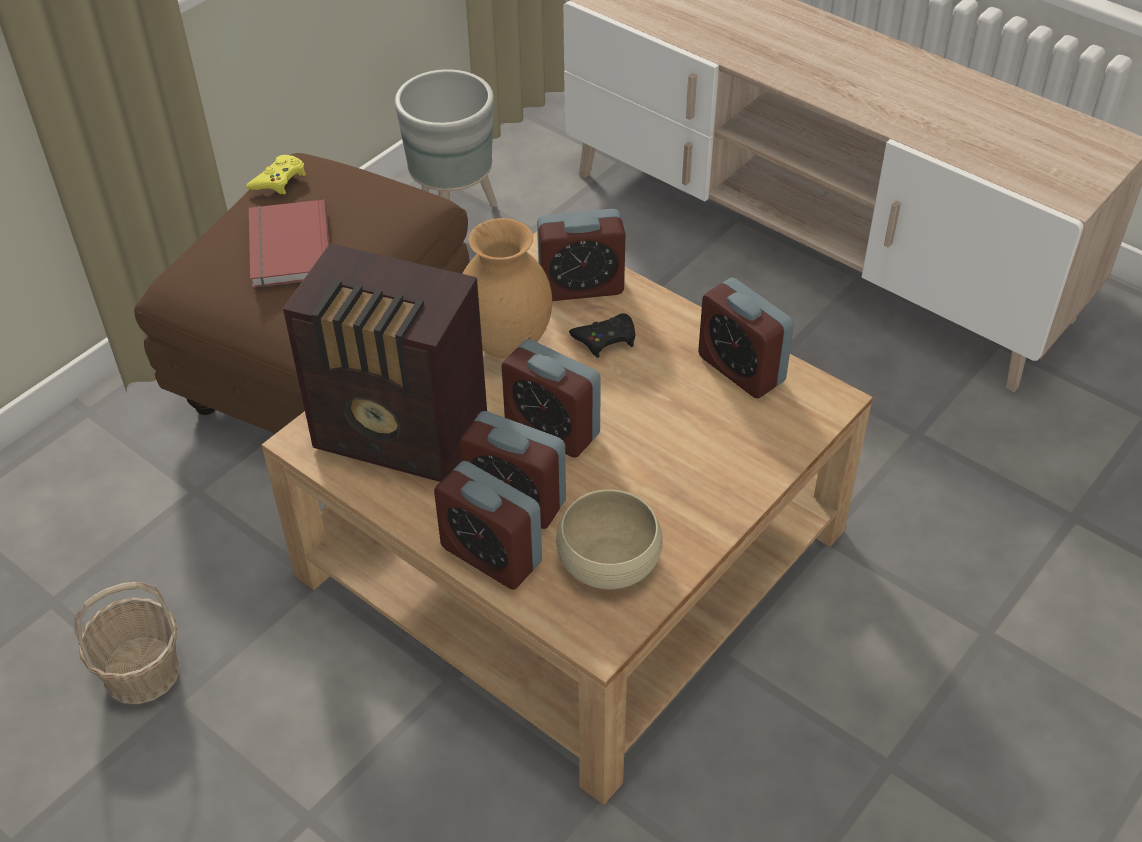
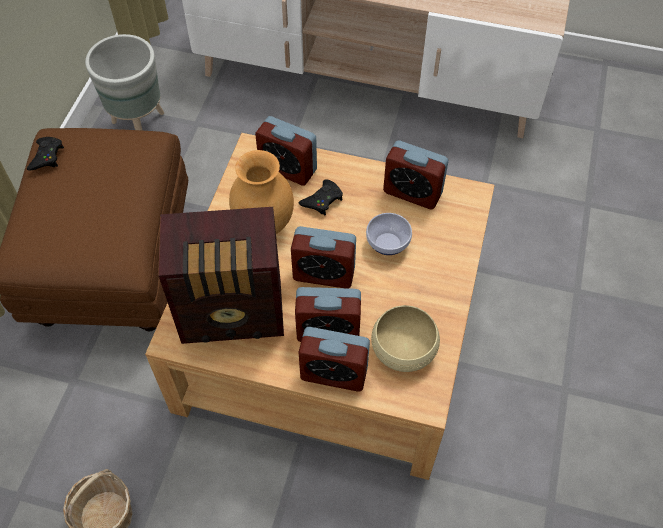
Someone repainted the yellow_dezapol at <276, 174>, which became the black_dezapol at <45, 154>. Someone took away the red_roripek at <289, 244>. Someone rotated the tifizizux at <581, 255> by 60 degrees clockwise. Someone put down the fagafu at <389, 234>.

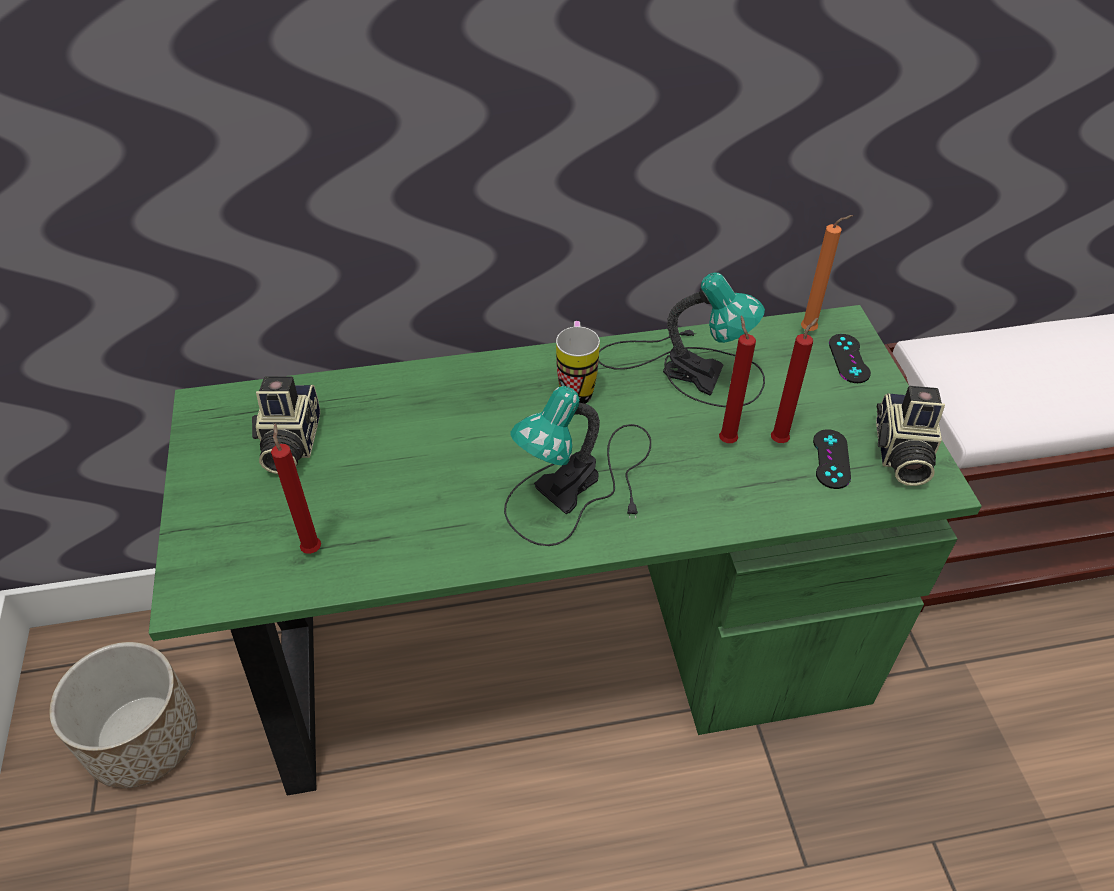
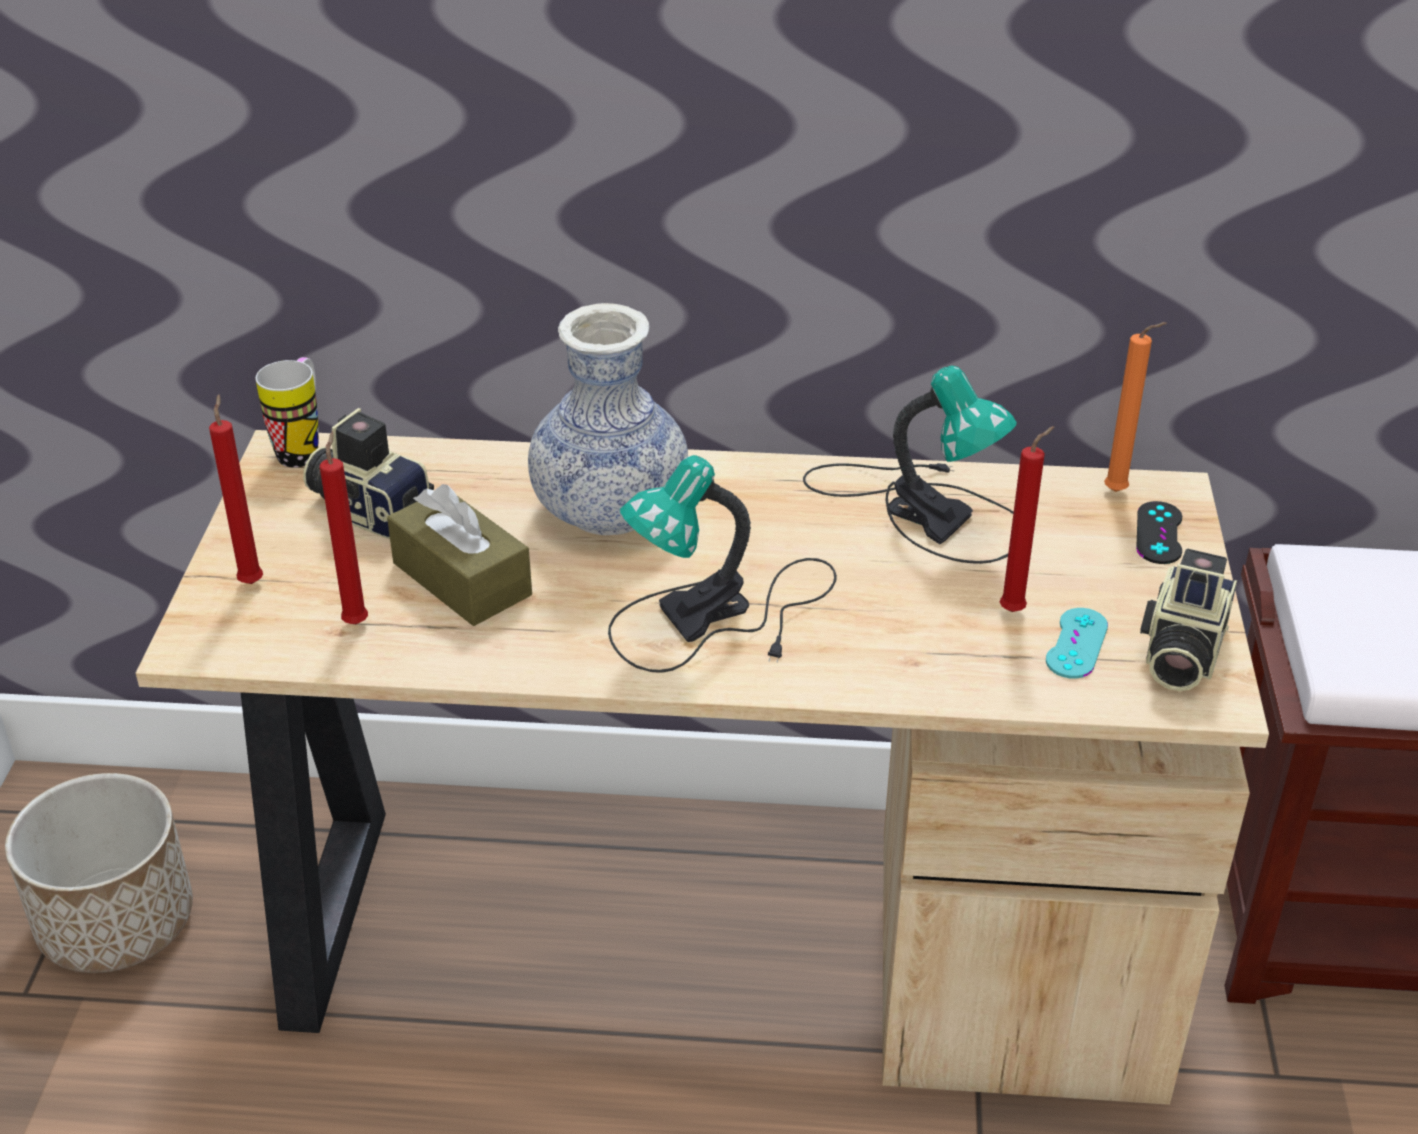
Someone repainted the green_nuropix at <565, 550>, which became the beige_nuropix at <702, 767>. Someone carried the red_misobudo from <737, 379> to <236, 489>. Someone carried the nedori from <578, 362> to <287, 412>. Someone rotated the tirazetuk at <286, 425> by 105 degrees clockwise. Someone repainted the black_dezapol at <832, 459>, which became the turquoise_dezapol at <1077, 643>. Someone put down the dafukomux at <608, 419>. Someone put down the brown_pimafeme at <459, 555>.

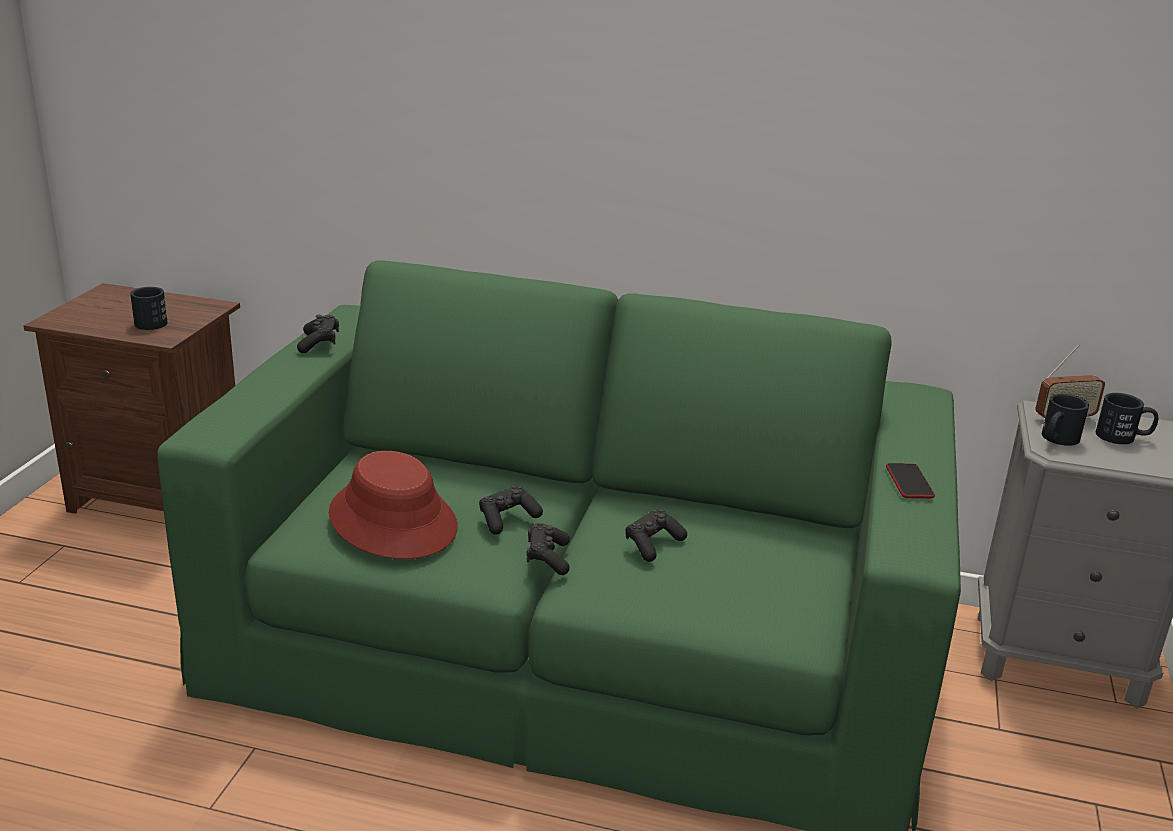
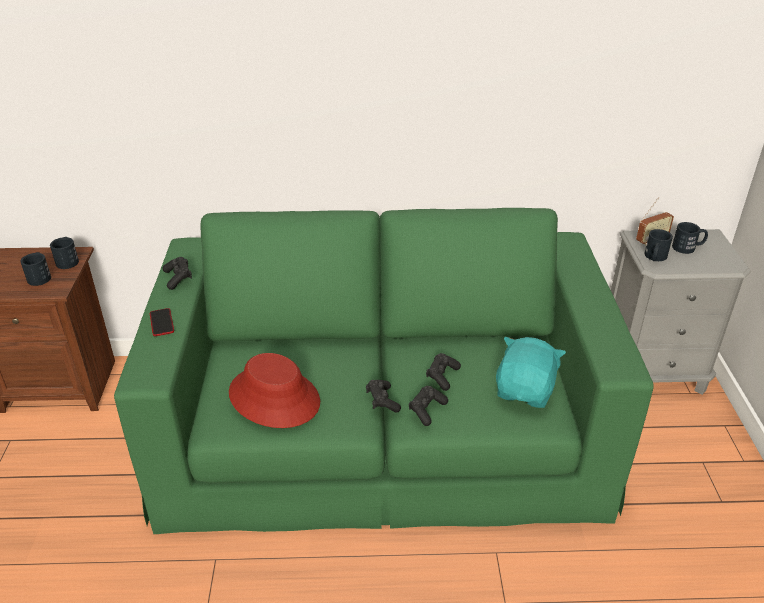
Someone carried the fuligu from <910, 480> to <162, 322>. Someone carried the black_dezapol from <511, 510> to <428, 406>. Someone put down the black_nedori at <64, 253>. Someone put down the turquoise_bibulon at <531, 372>.

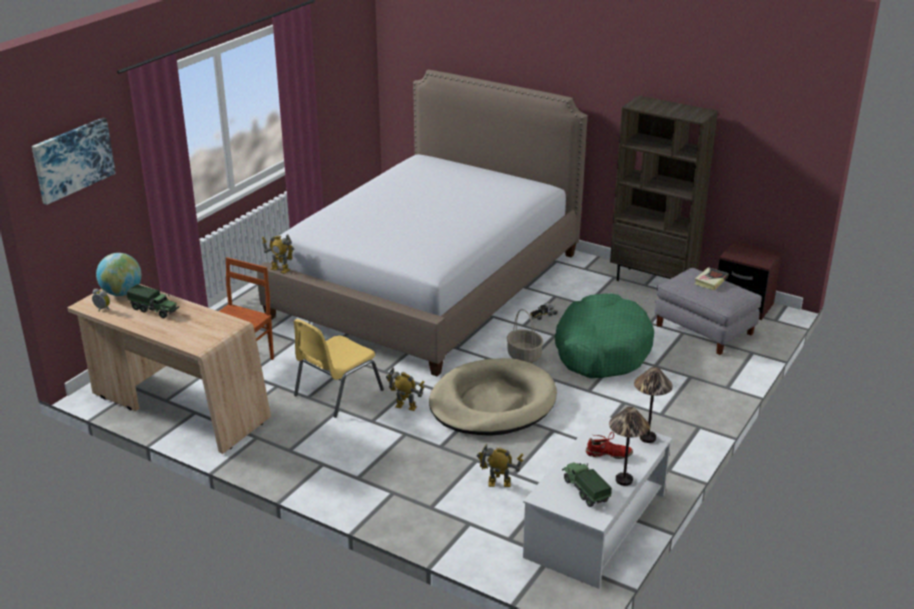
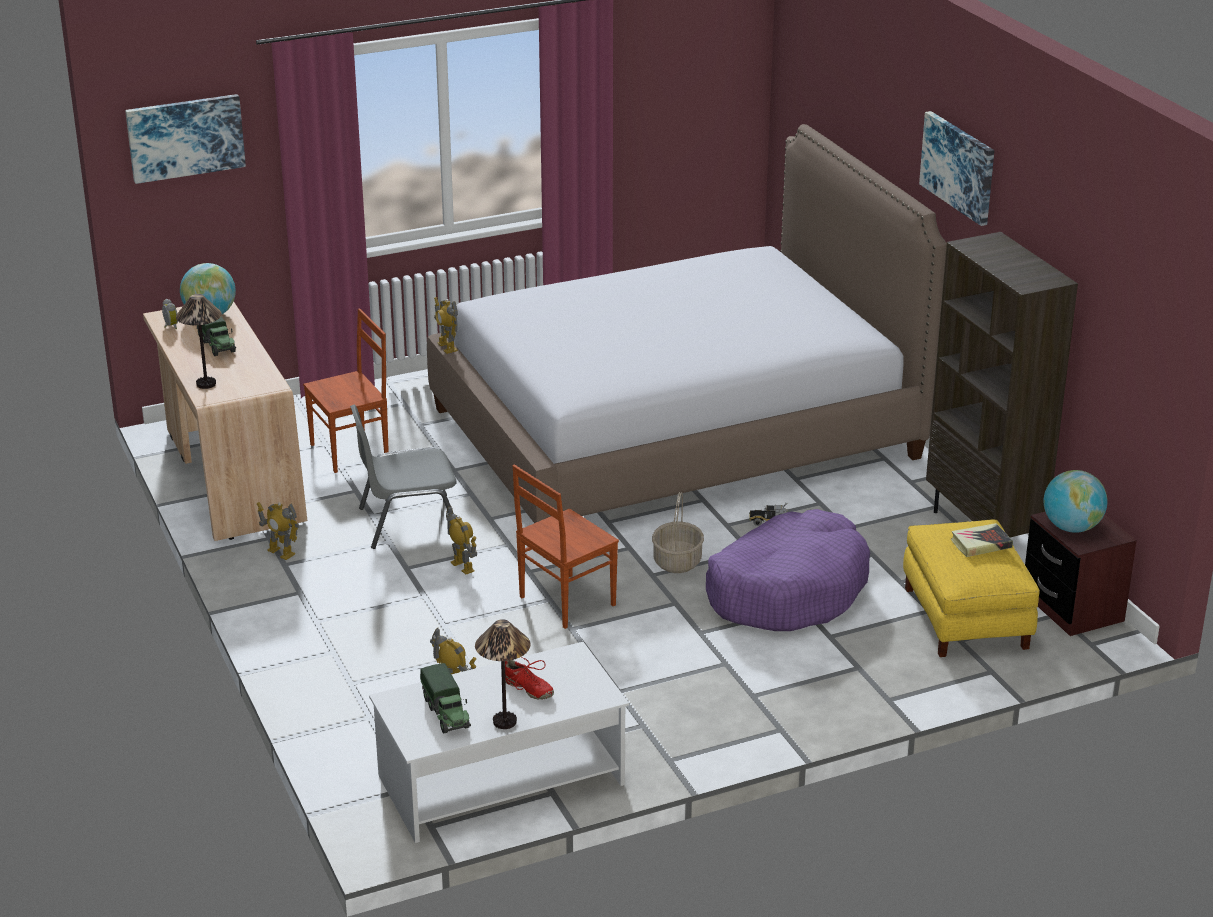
Someone repainted the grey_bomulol at <708, 311>, which became the yellow_bomulol at <971, 588>. Someone repainted the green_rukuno at <604, 335>, which became the purple_rukuno at <788, 570>. Someone repainted the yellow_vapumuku at <338, 368>, which became the grey_vapumuku at <403, 477>. Someone swapped the beige_rukuno at <493, 397> for the brown_vapumuku at <565, 547>. Someone carried the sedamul from <653, 405> to <199, 341>. Someone rotated the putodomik at <587, 485> by 150 degrees clockwise. Someone put up the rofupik at <956, 168>. Someone put down the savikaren at <1075, 501>. Someone put down the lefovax at <278, 531>.

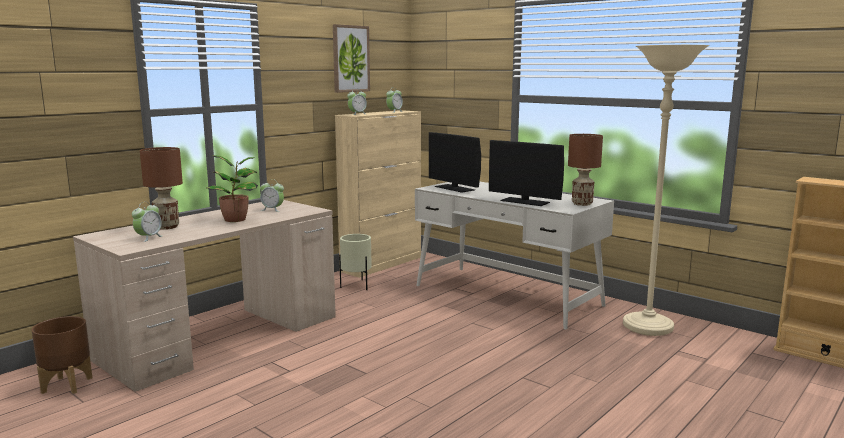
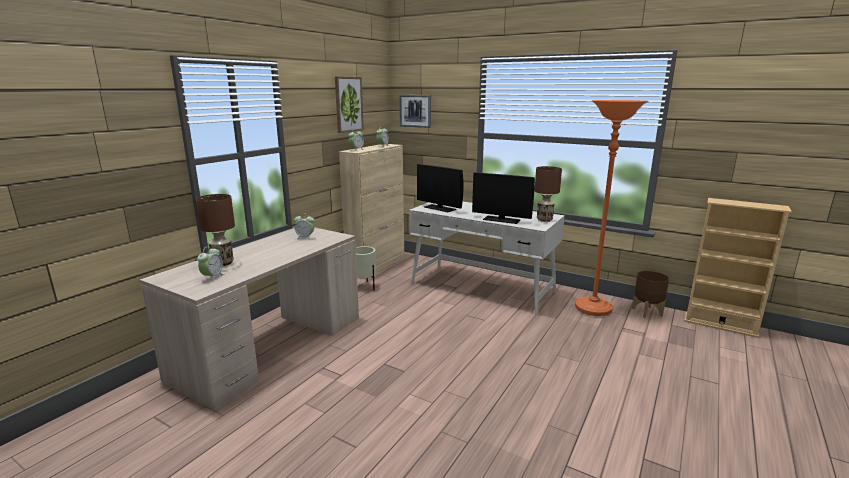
Someone repainted the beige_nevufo at <666, 190>, which became the orange_nevufo at <611, 208>. Someone took away the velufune at <232, 188>. Someone carried the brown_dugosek from <62, 355> to <650, 294>. Someone put up the rofupik at <415, 111>.

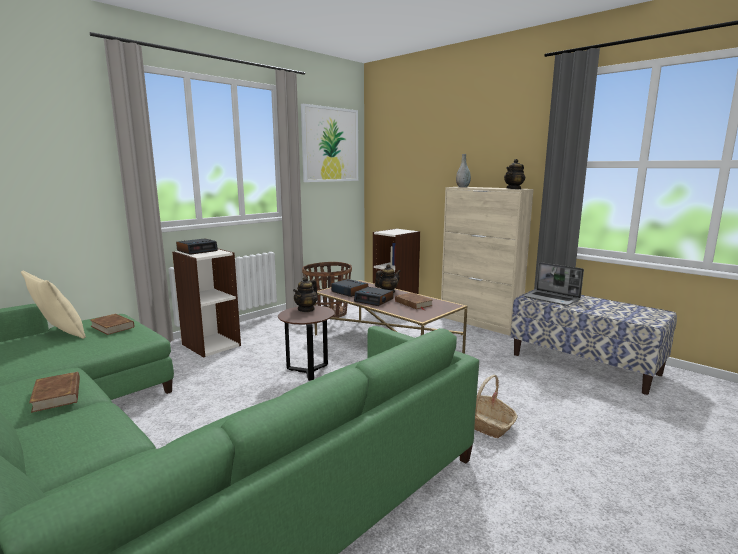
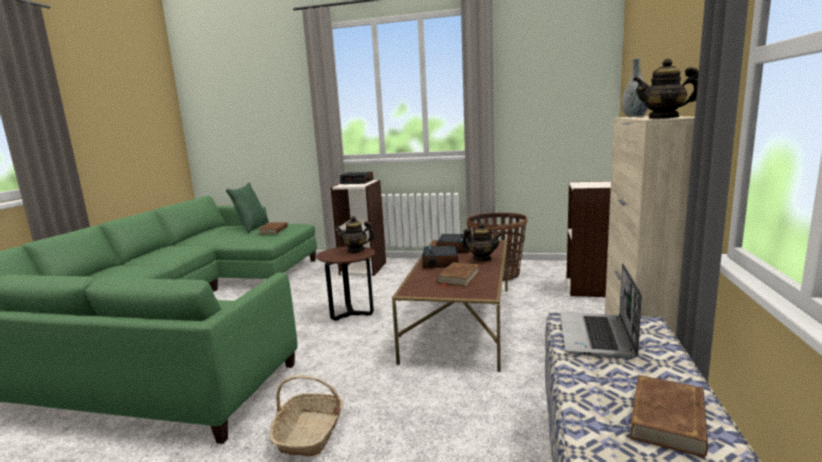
Someone took away the rofupik at <329, 143>. Someone repainted the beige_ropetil at <53, 305>, which became the green_ropetil at <247, 207>. Someone carried the brown_roripek from <54, 392> to <669, 416>.

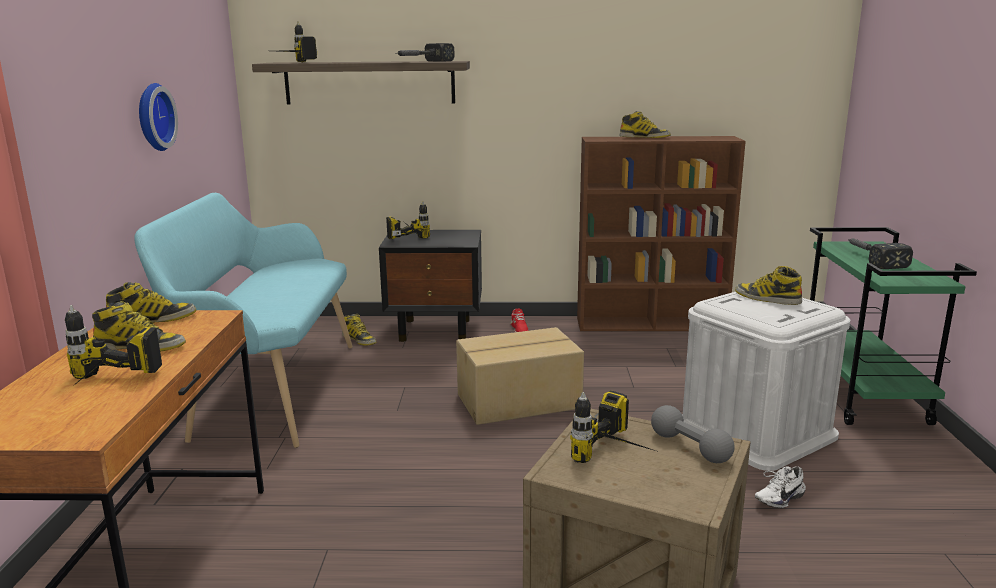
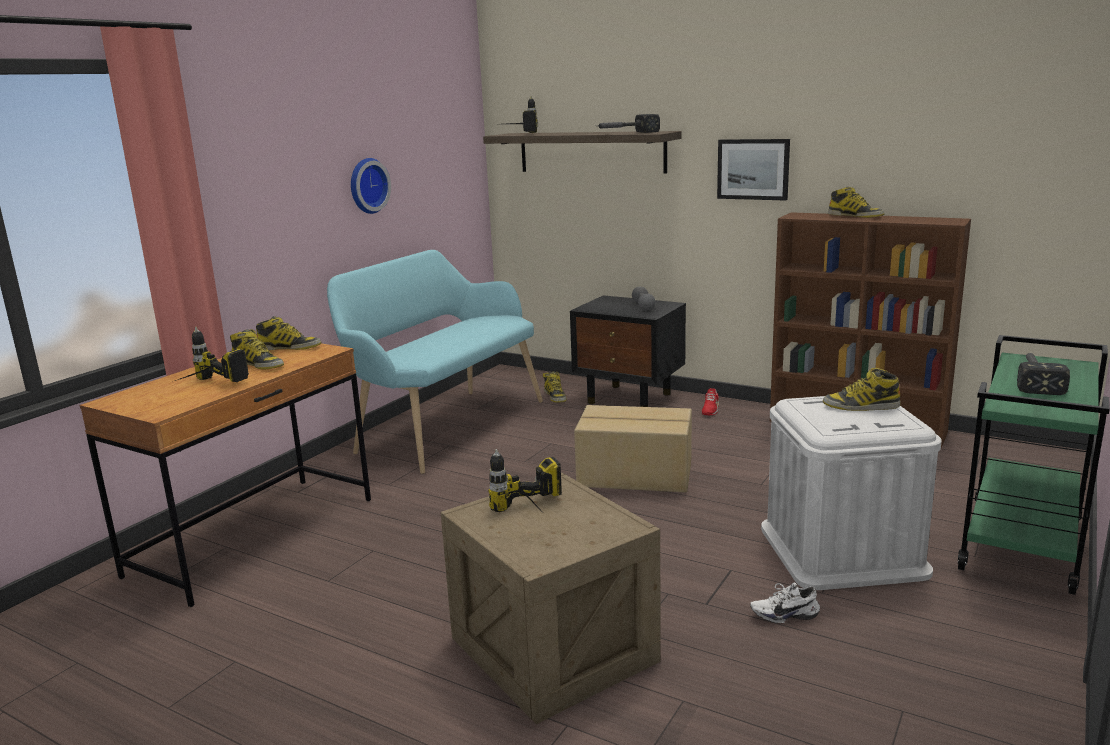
Someone took away the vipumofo at <408, 220>. Someone rotated the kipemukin at <768, 285> by 60 degrees counterclockwise. Someone carried the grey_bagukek from <693, 434> to <643, 298>. Someone put up the rofupik at <753, 170>.

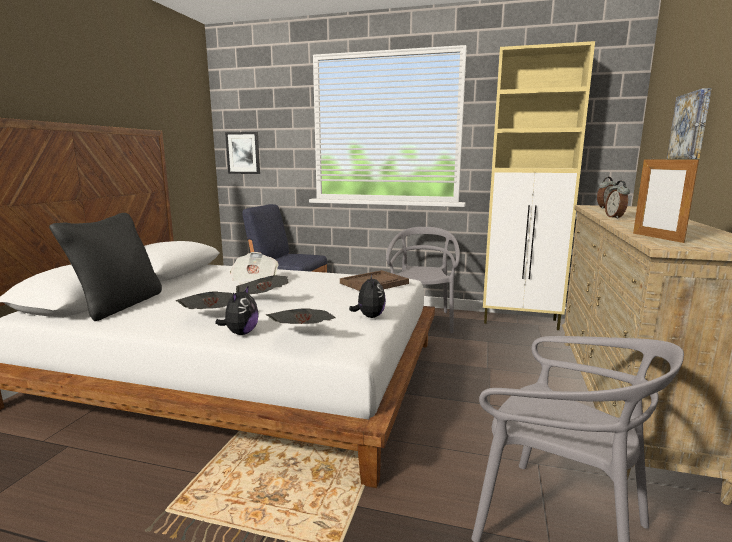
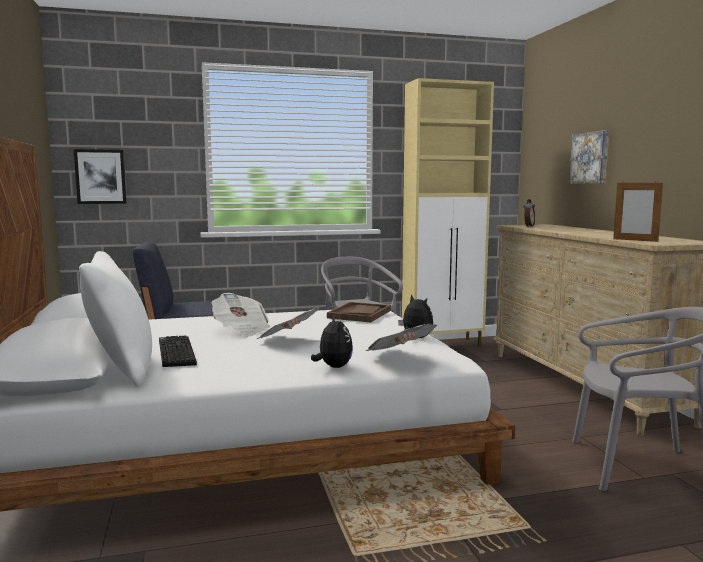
Someone took away the tifizizux at <617, 199>. Someone repainted the black_ropetil at <105, 267>, which became the white_ropetil at <115, 319>. Someone took away the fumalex at <204, 300>. Someone put down the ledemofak at <178, 351>.

